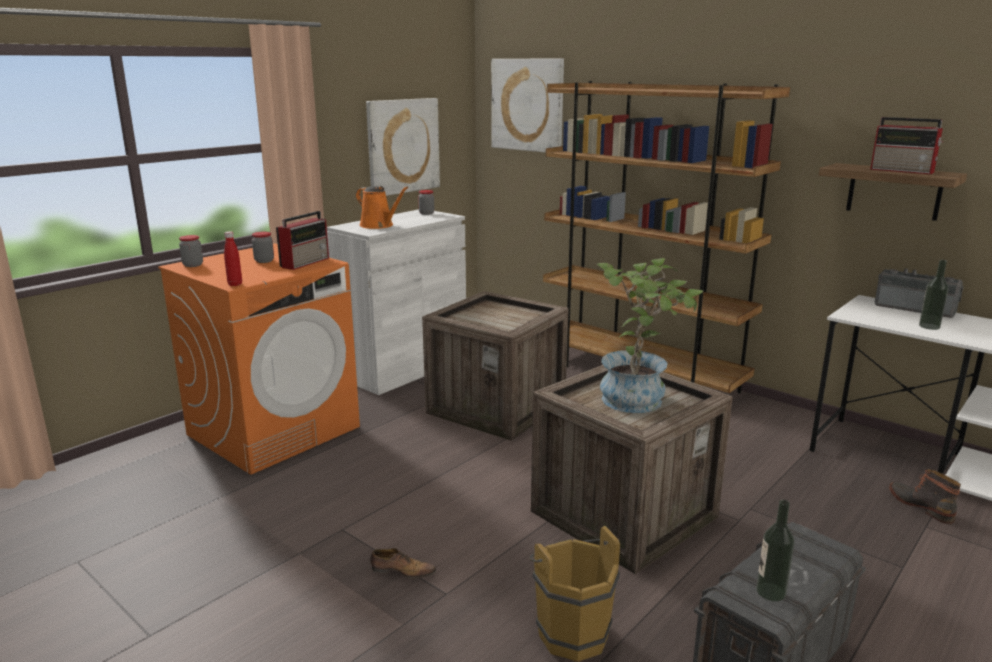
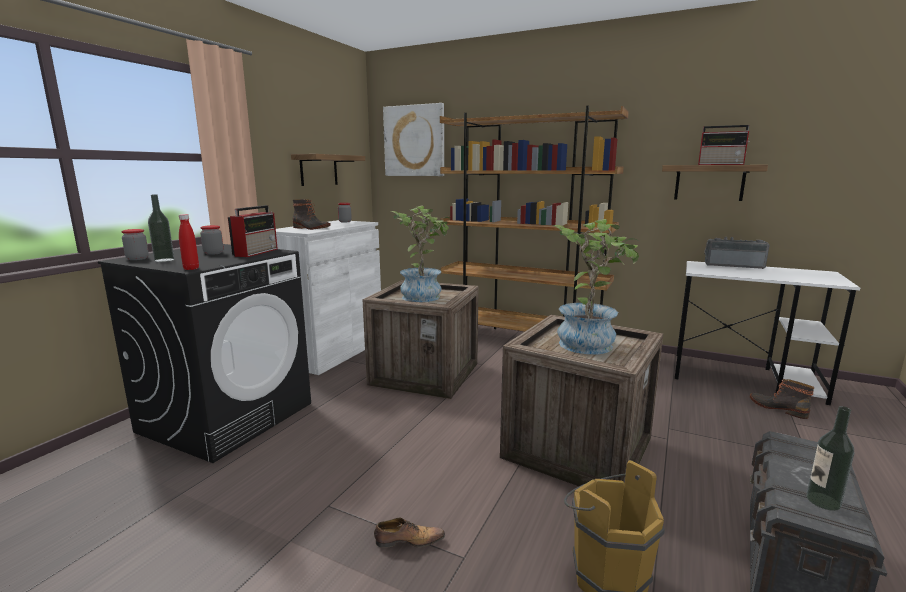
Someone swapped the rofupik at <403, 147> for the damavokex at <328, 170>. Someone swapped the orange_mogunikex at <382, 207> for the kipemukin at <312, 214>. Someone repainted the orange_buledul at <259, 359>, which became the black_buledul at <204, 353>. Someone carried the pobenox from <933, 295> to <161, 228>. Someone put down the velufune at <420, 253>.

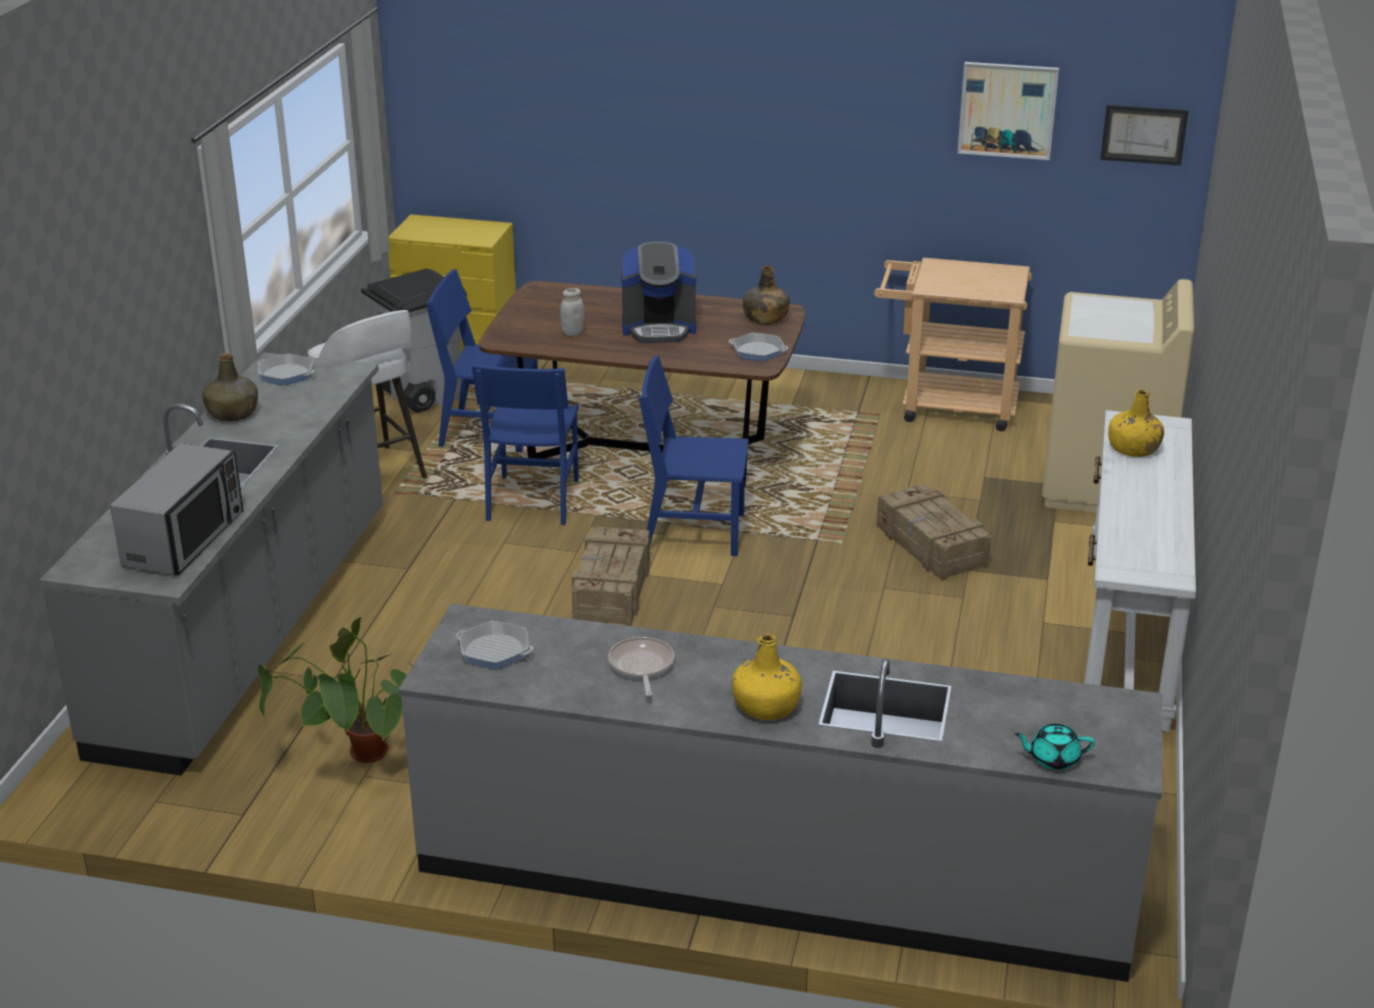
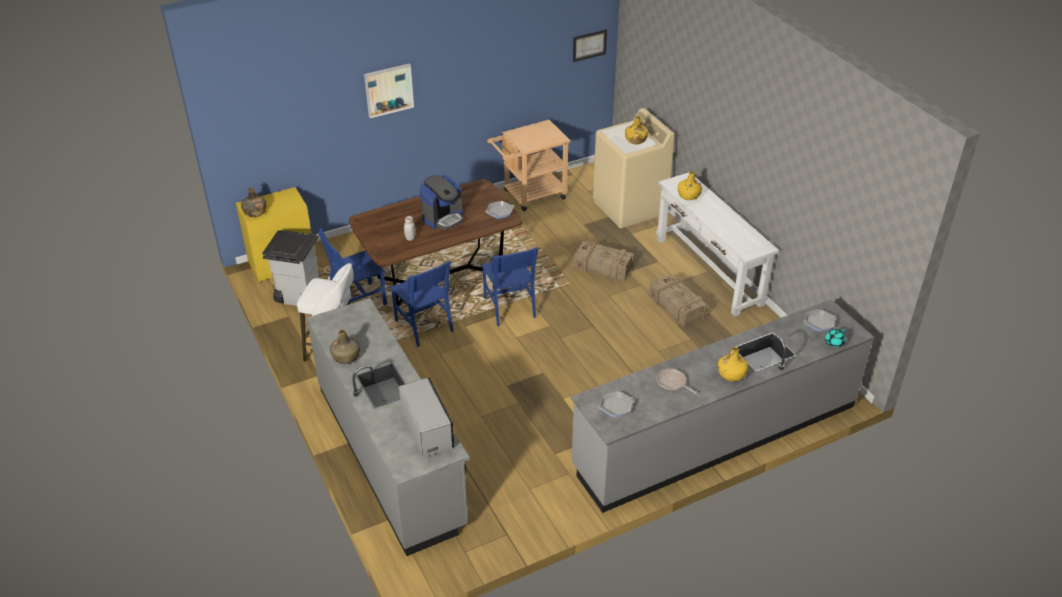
Someone carried the rofupik from <1008, 111> to <389, 91>. Someone carried the green_pobenox from <766, 295> to <253, 202>. Someone carried the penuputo from <285, 369> to <820, 320>. Someone rotated the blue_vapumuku at <694, 456> by 75 degrees counterclockwise. Someone carried the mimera from <611, 576> to <678, 301>. Someone took away the velufune at <335, 690>. Someone put down the yellow_pobenox at <636, 130>.

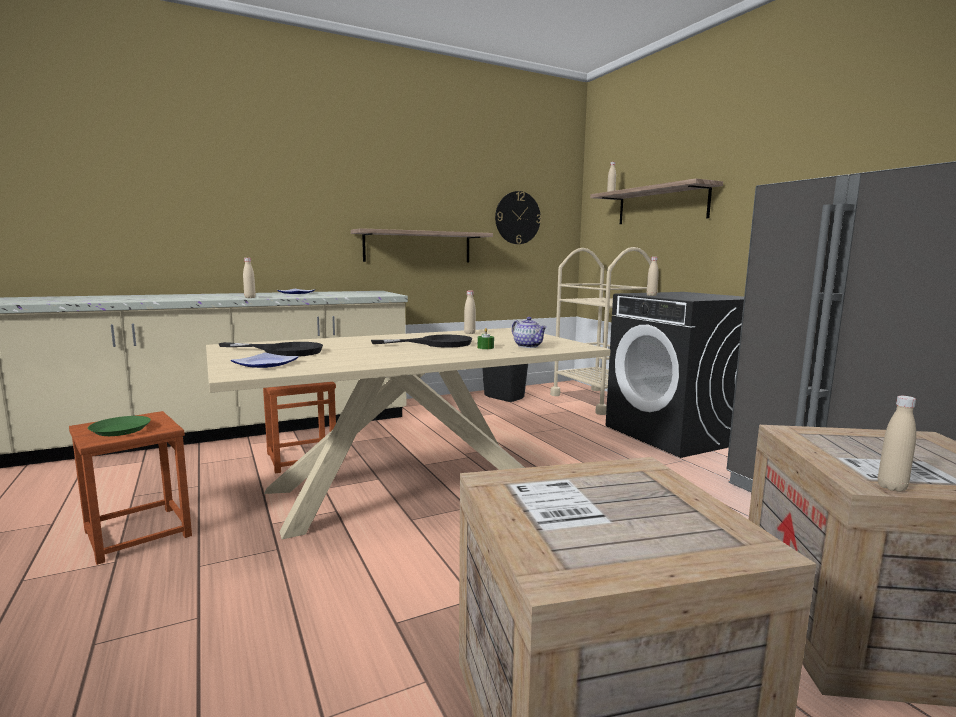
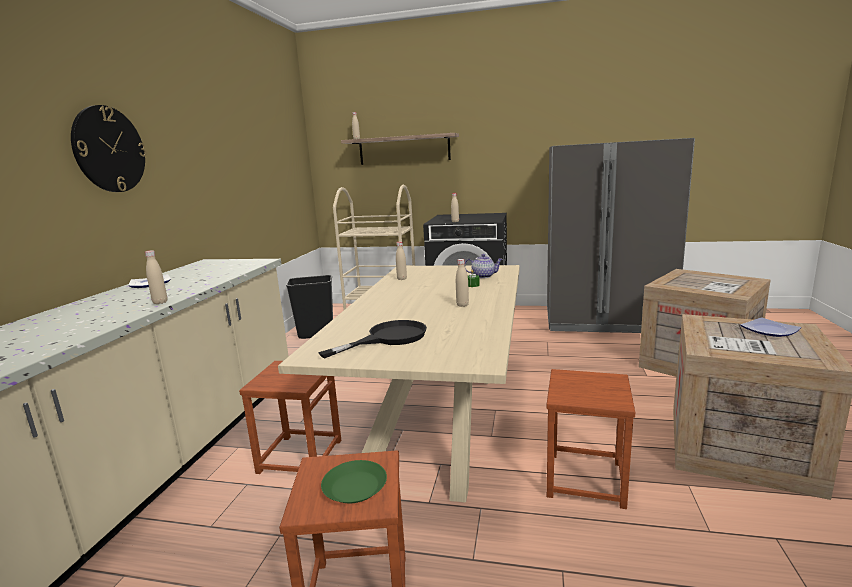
Someone carried the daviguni from <518, 217> to <109, 148>. Someone took away the damavokex at <422, 245>. Someone took away the black_penuputo at <421, 341>. Someone carried the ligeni from <265, 360> to <770, 327>. Someone carried the beige_pobenox from <897, 444> to <462, 283>. Someone put down the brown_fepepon at <591, 439>.

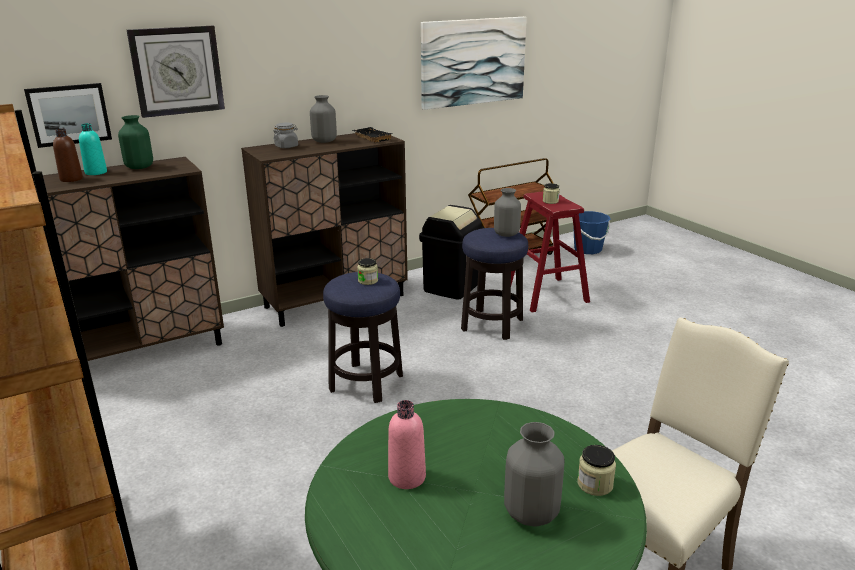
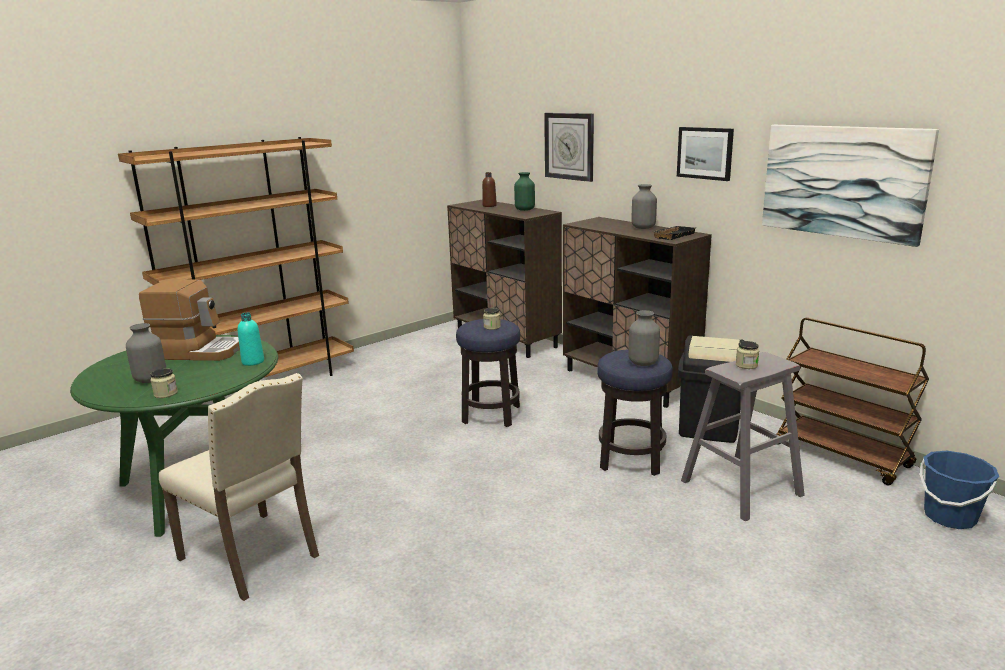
Someone carried the rofupik from <68, 115> to <705, 154>. Someone carried the turquoise_pobenox from <93, 149> to <251, 339>. Someone took away the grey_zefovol at <285, 135>. Someone repainted the red_fepepon at <550, 251>, which became the grey_fepepon at <743, 436>. Someone swapped the pink_pobenox at <407, 444> for the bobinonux at <189, 320>.

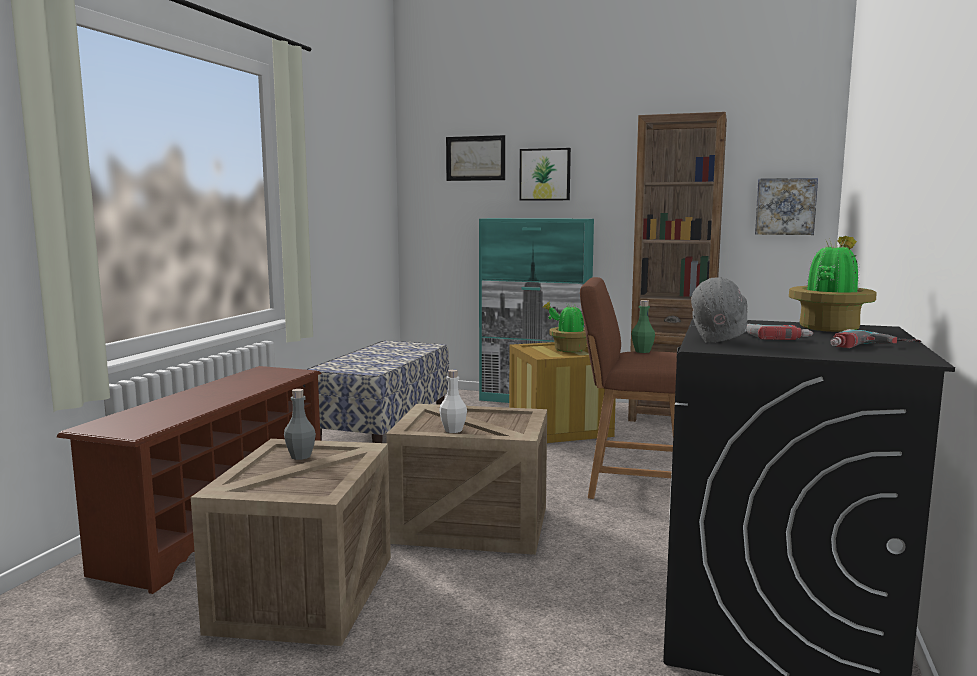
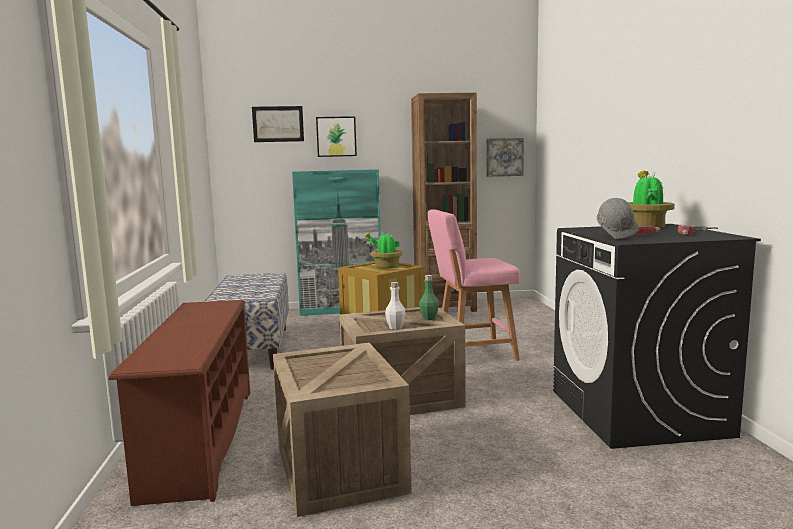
Someone repainted the brown_fepepon at <628, 388>, which became the pink_fepepon at <474, 285>. Someone carried the green_pobenox from <643, 326> to <429, 297>. Someone took away the grey_pobenox at <300, 424>.

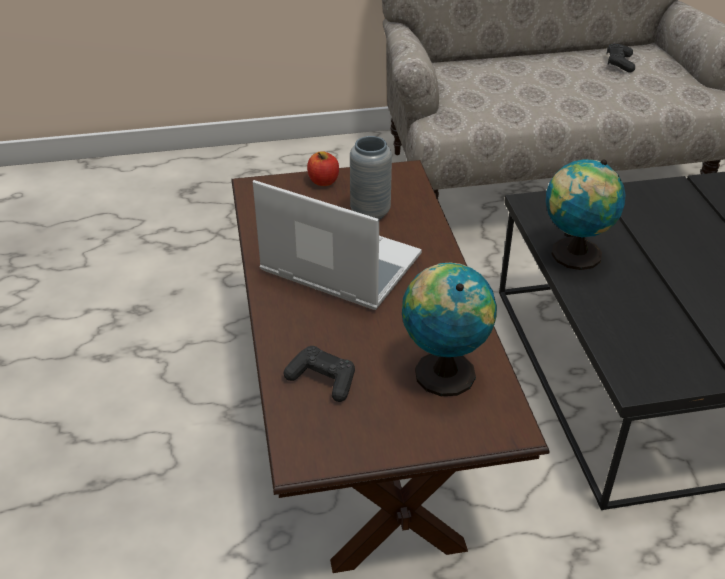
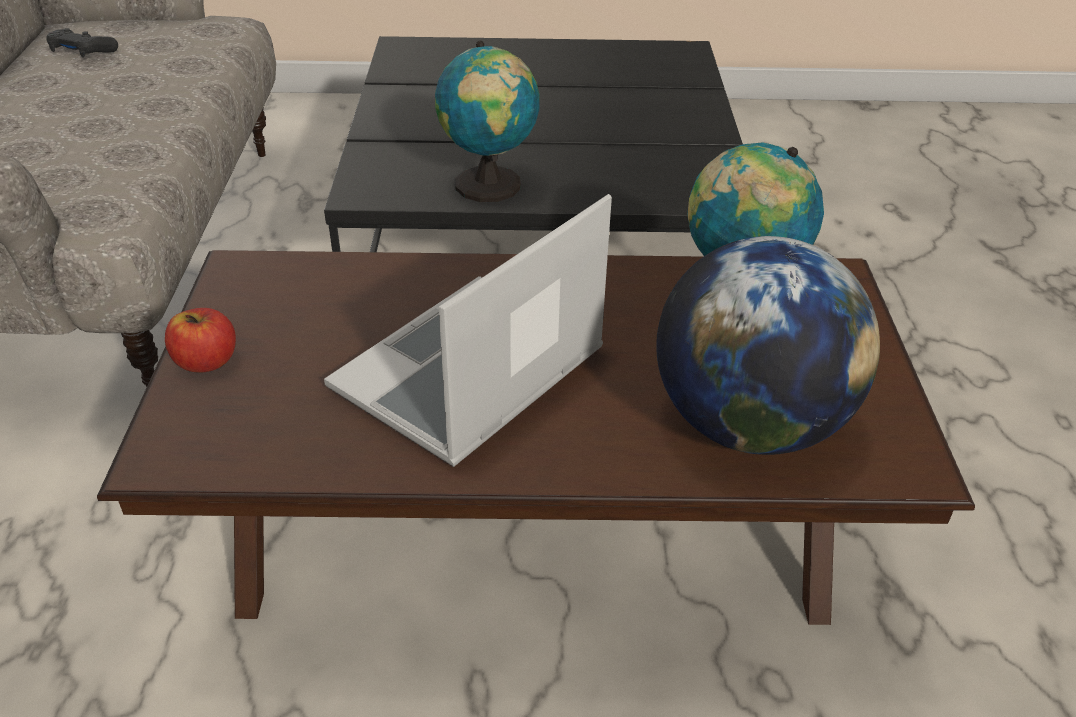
Someone took away the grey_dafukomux at <371, 178>. Someone swapped the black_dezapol at <319, 374> for the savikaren at <768, 345>.

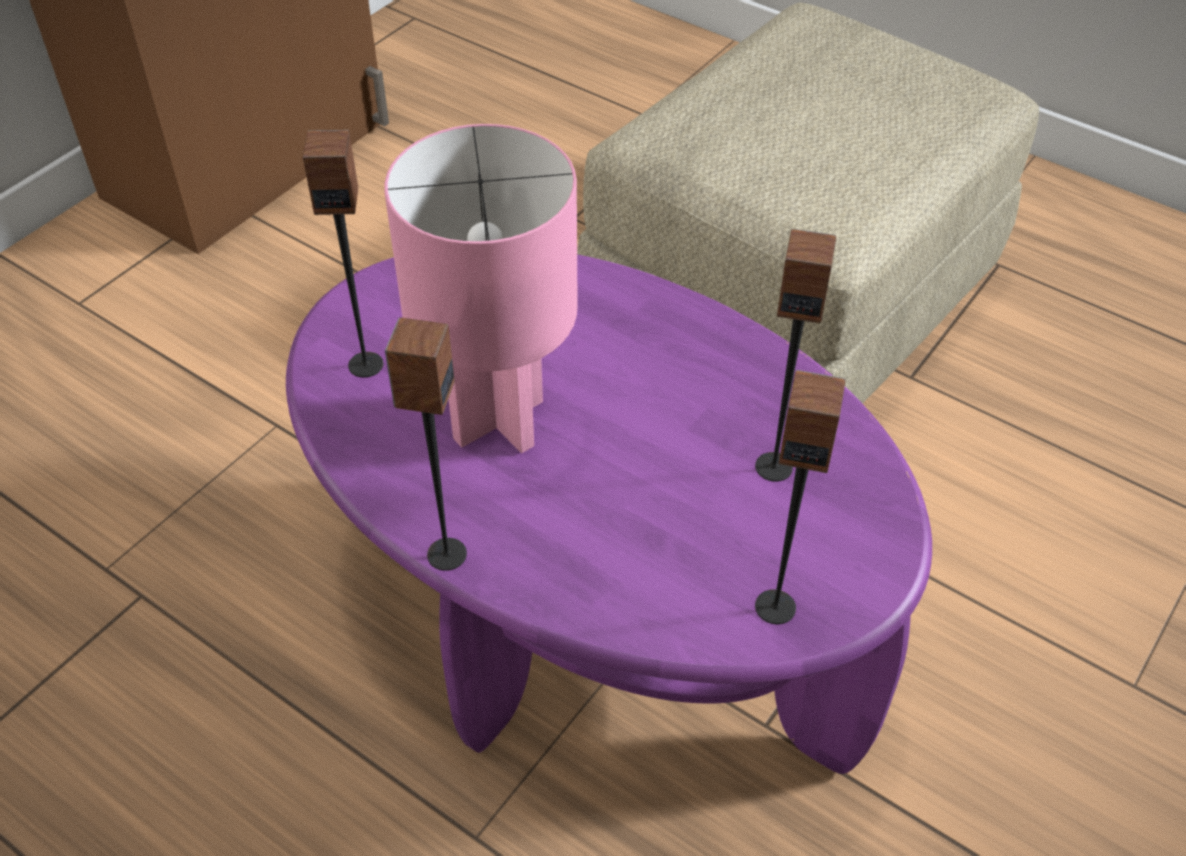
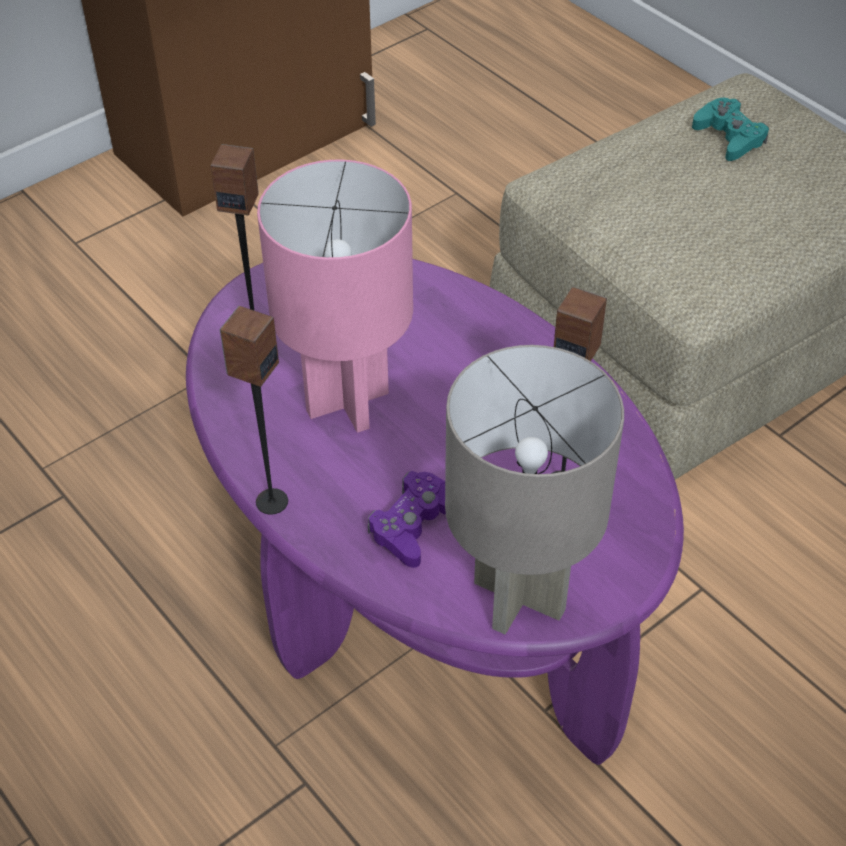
Someone swapped the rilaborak at <800, 497> for the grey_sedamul at <534, 489>. Someone put down the turquoise_dezapol at <730, 129>. Someone put down the purple_dezapol at <407, 519>.

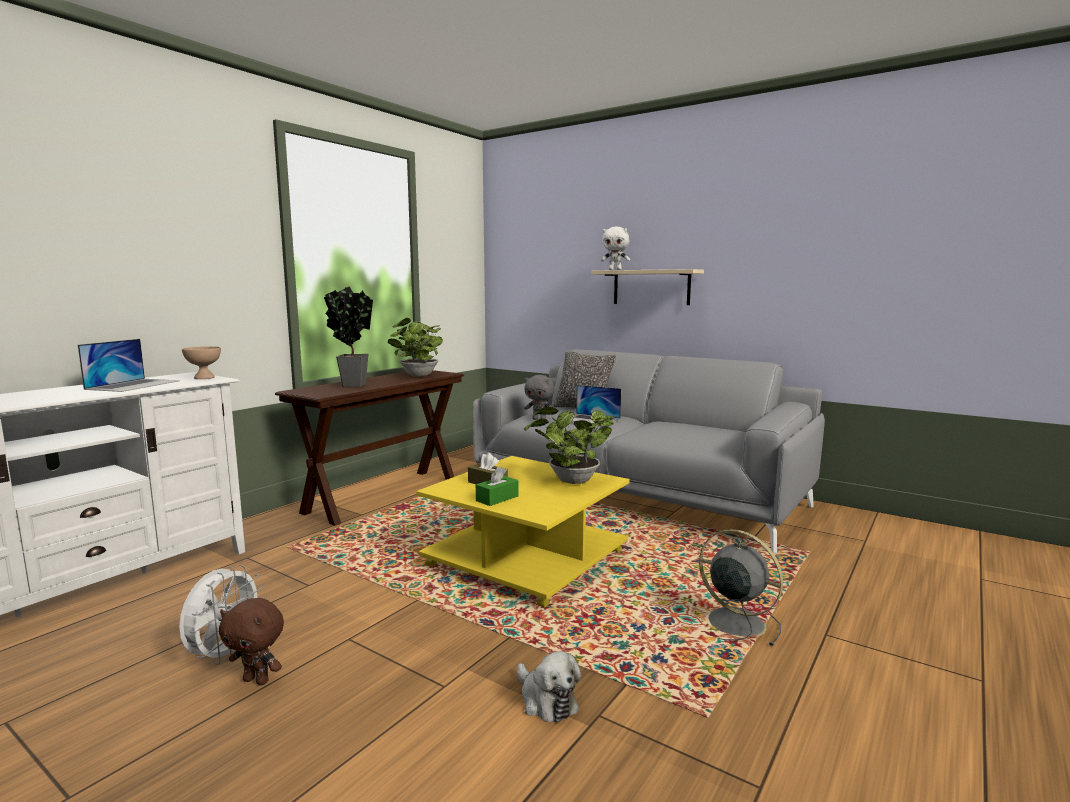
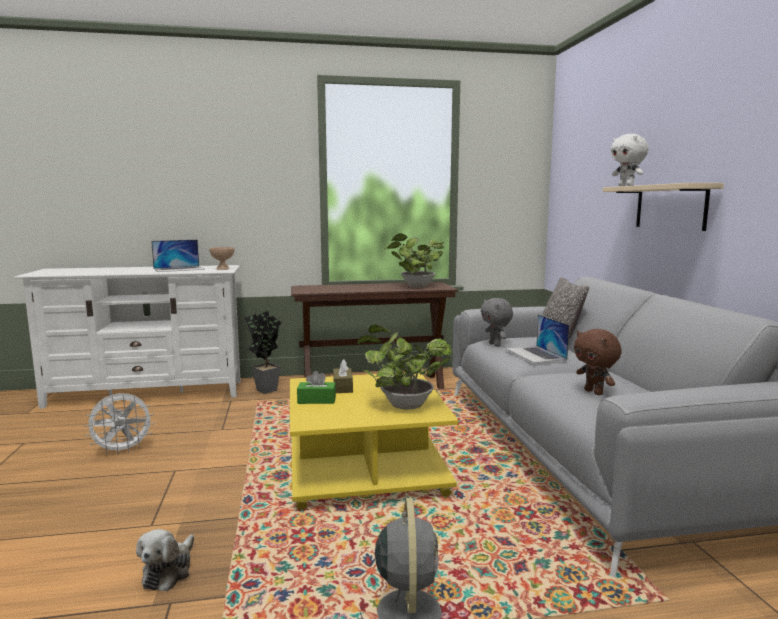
Someone carried the velufune from <348, 336> to <263, 352>. Someone carried the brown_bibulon from <251, 641> to <598, 362>.

